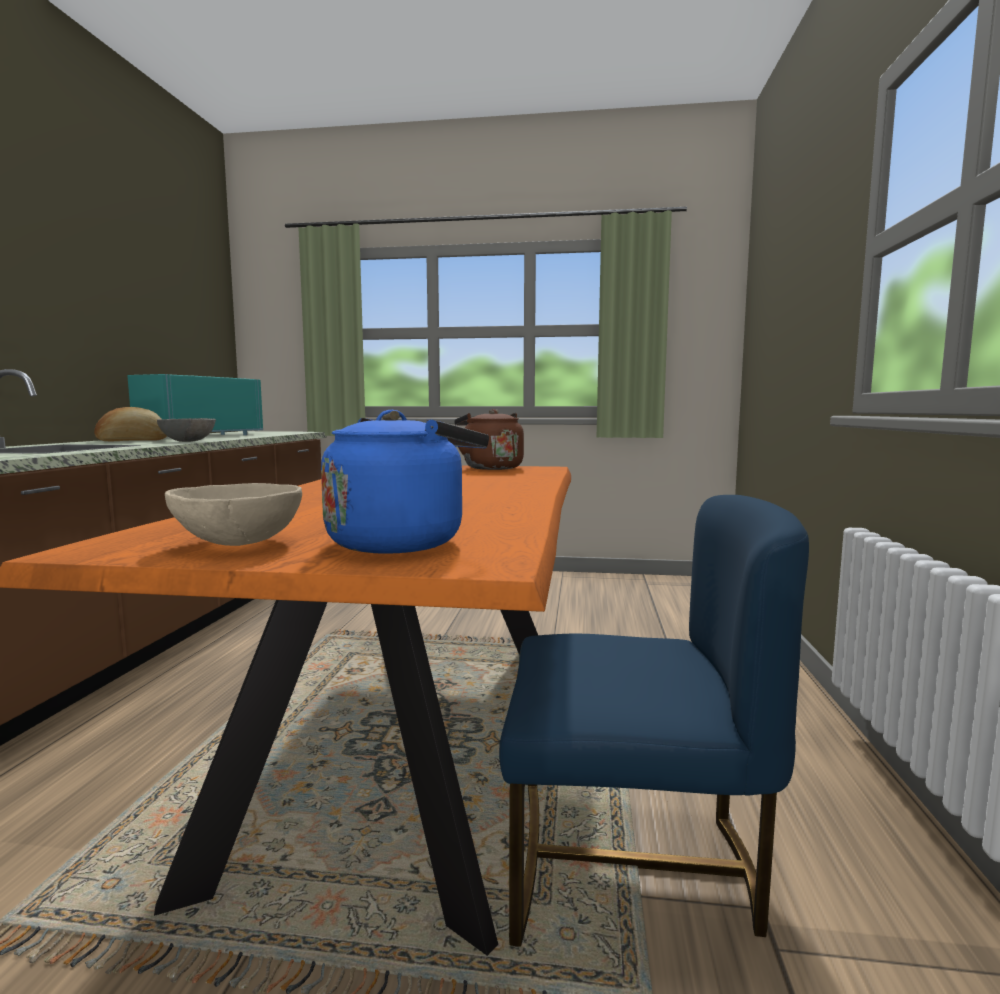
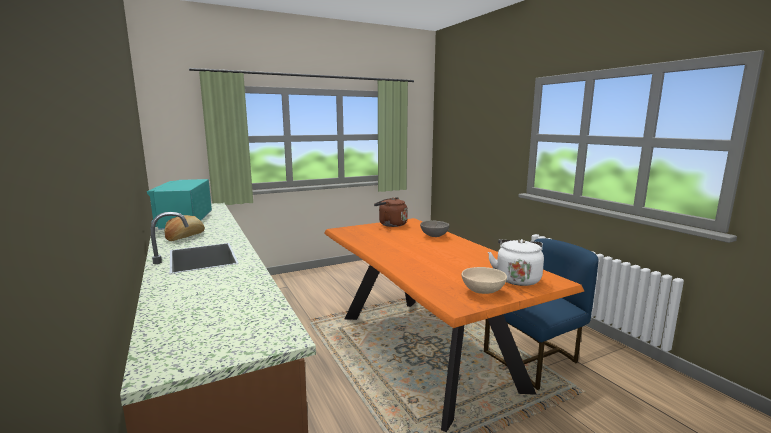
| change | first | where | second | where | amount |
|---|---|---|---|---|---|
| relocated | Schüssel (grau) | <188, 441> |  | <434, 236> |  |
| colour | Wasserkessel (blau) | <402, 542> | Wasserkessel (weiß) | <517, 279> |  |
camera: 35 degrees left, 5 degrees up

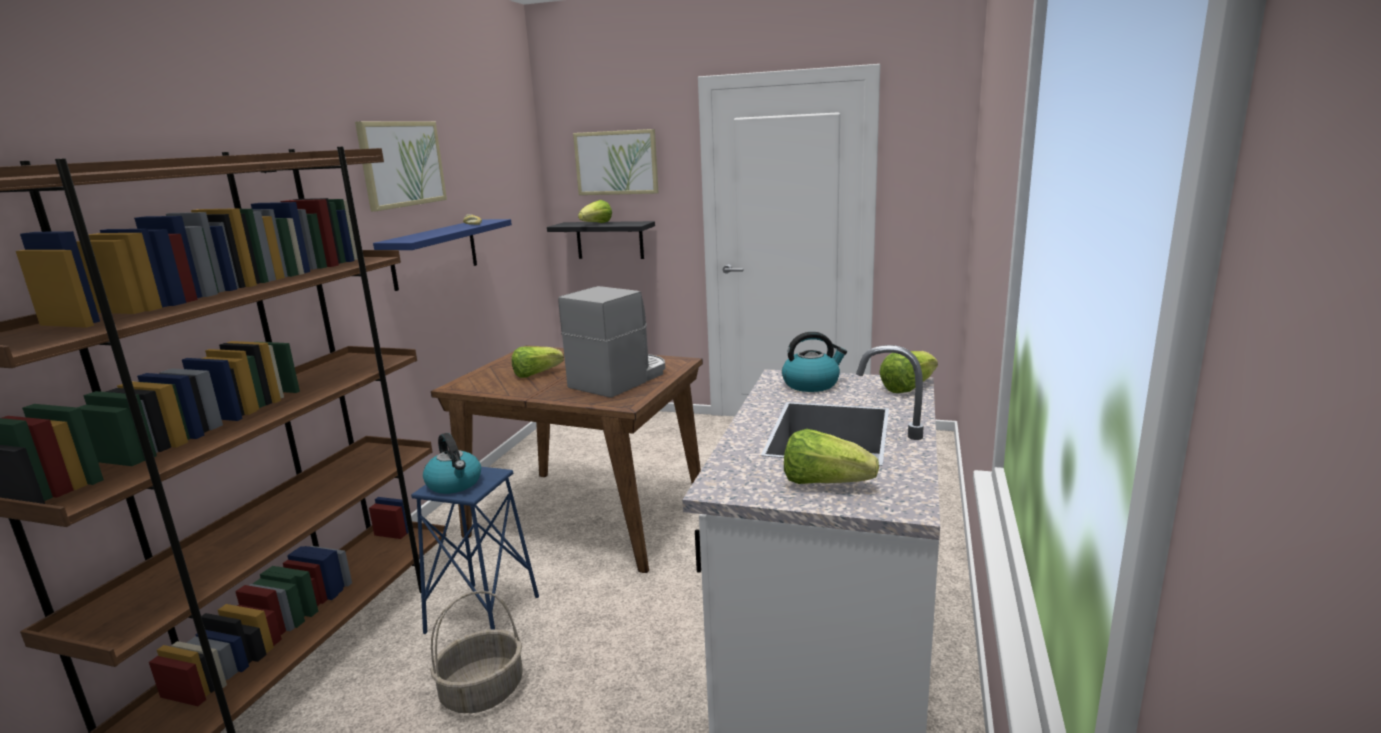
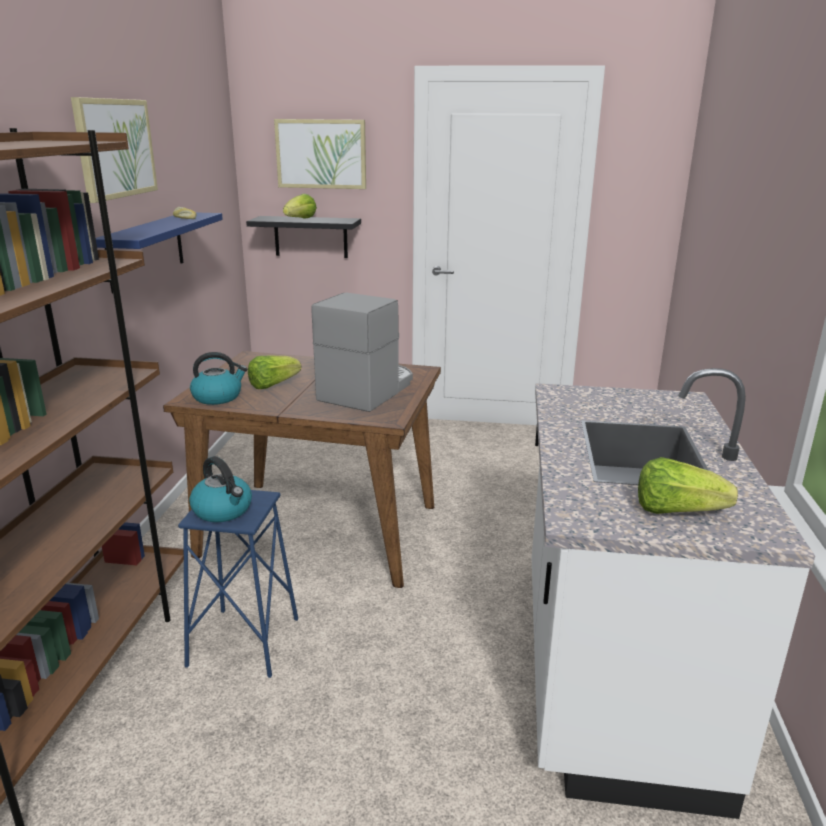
| change | first | where | second | where | amount |
|---|---|---|---|---|---|
| relocated | Wasserkessel | <811, 384> |  | <218, 397> |  |
| missing | Korb | <482, 692> |  |  |  |
| missing | Salatkopf | <907, 388> |  |  |  |
camera: 10 degrees left, 5 degrees up

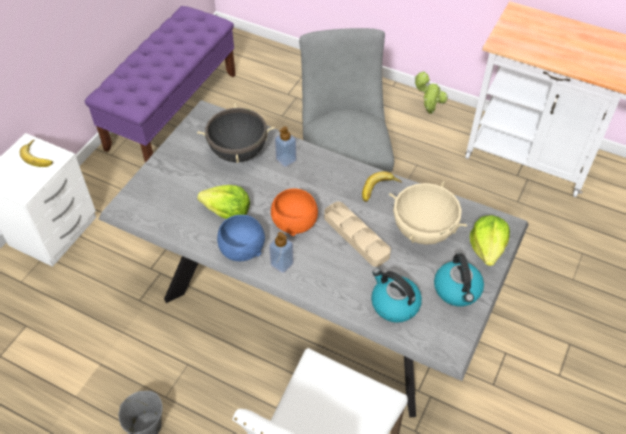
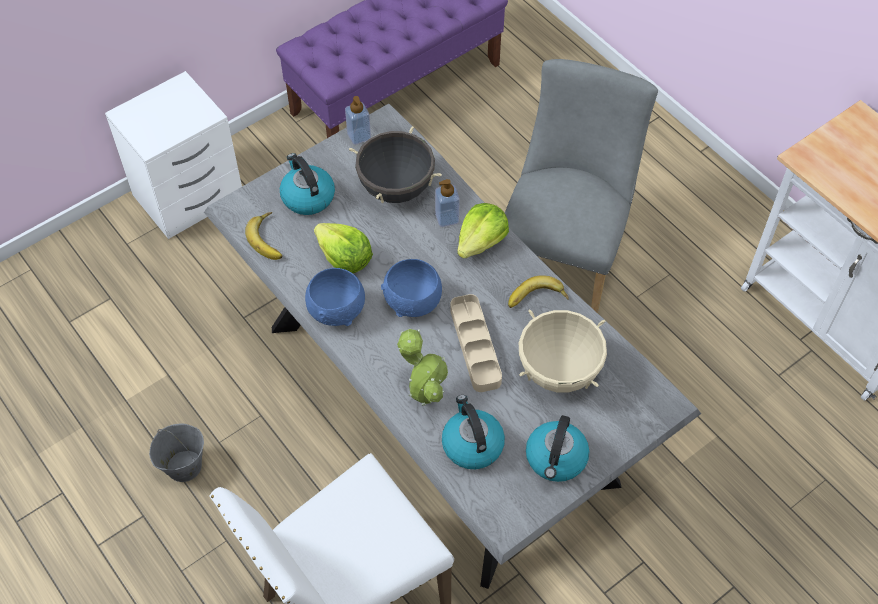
| change | first | where | second | where | amount |
|---|---|---|---|---|---|
| relocated | Banane | <39, 156> |  | <269, 239> |  |
| appeared |  |  | Wasserkessel | <307, 197> |  |
| relocated | Seifenspender | <282, 264> |  | <359, 136> |  |
| colour | Schüssel (orange) | <295, 223> | Schüssel (blau) | <414, 302> |  |
| relocated | Topfpflanze | <428, 111> |  | <424, 396> |  |
| relocated | Salatkopf | <487, 248> |  | <481, 242> |  |
camera: 25 degrees right, 5 degrees up

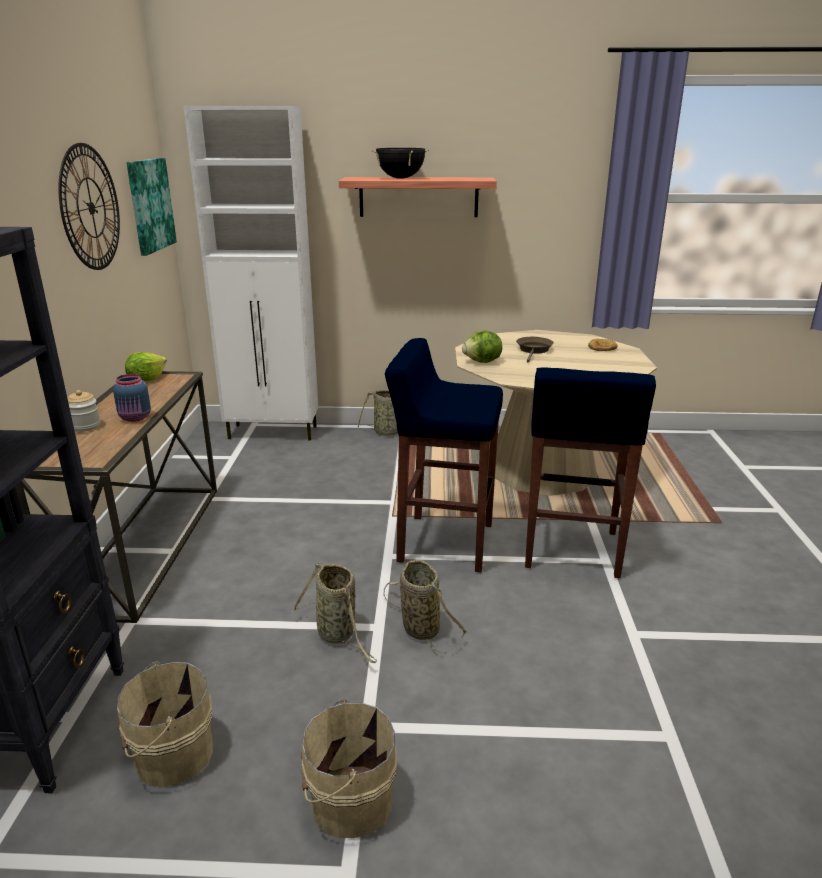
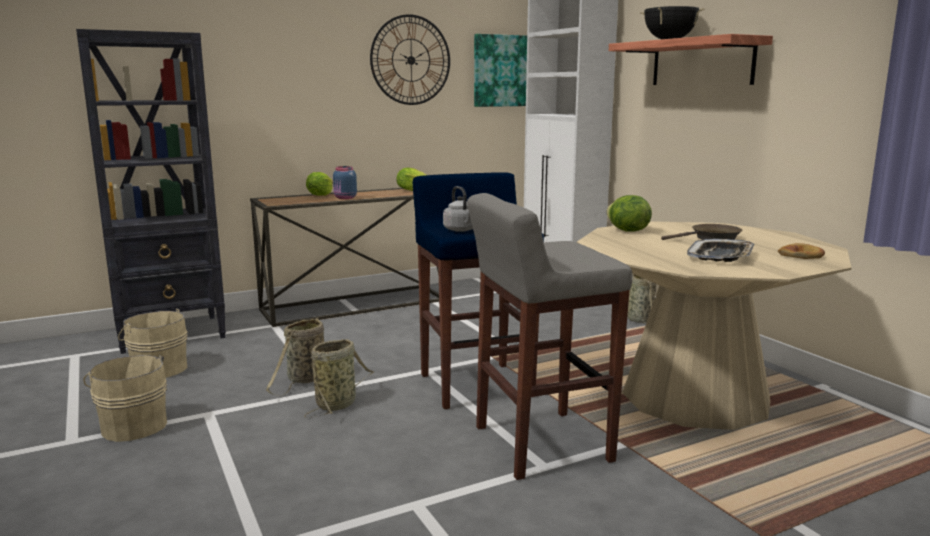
| change | first | where | second | where | amount |
|---|---|---|---|---|---|
| exchanged | Vorratsglas | <85, 426> | Salatkopf | <320, 195> |  |
| appeared |  |  | Wasserkessel (grau) | <461, 230> |  |
| colour | Hocker (blau) | <571, 550> | Hocker (grau) | <540, 444> |  |
| appeared |  |  | Tablett | <721, 256> |  |
camera: 60 degrees right, 10 degrees down

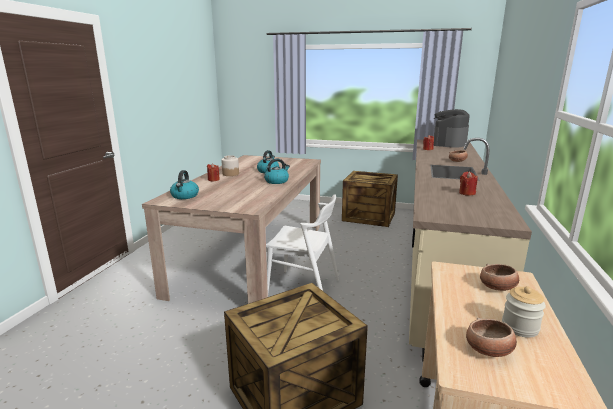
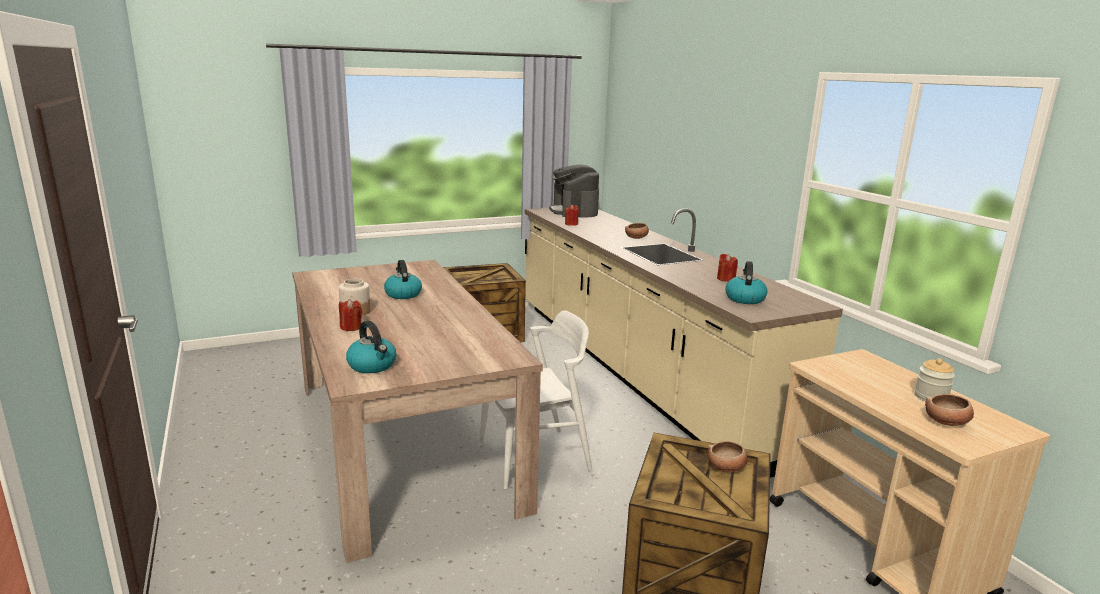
| change | first | where | second | where | amount |
|---|---|---|---|---|---|
| relocated | Schüssel | <497, 288> |  | <726, 468> |  |
| relocated | Wasserkessel | <277, 181> |  | <744, 298> |  |
camera: 40 degrees left, 0 degrees up

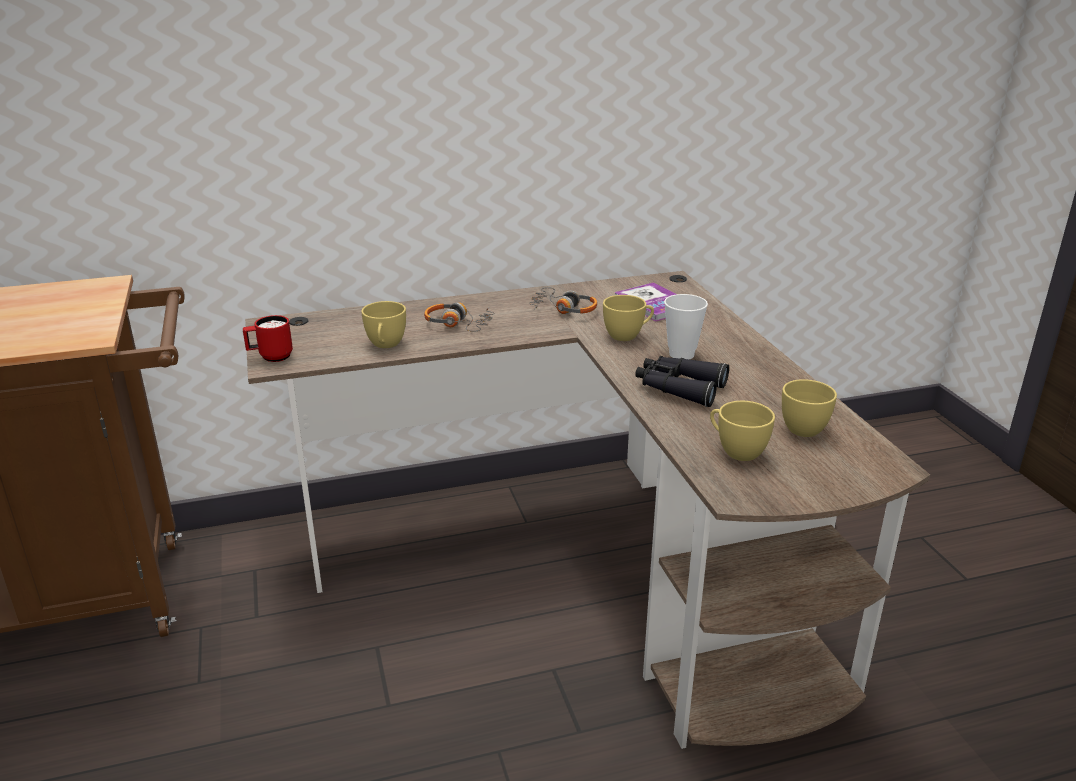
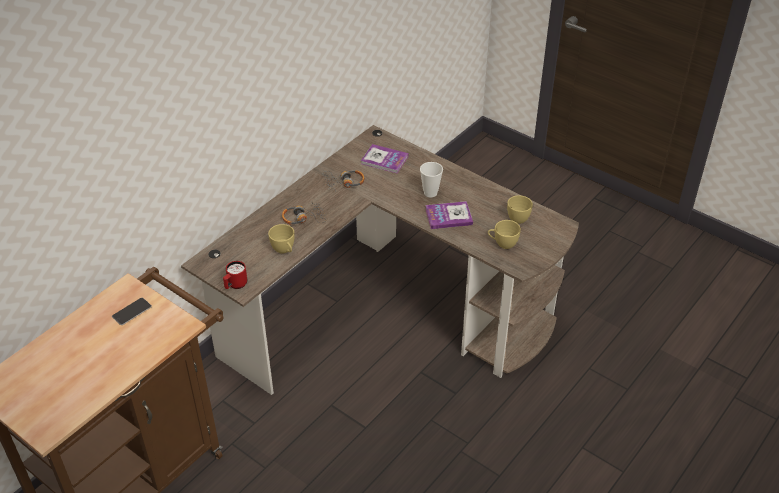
| change | first | where | second | where | amount |
|---|---|---|---|---|---|
| appeared |  |  | Handy | <131, 311> |  |
| exchanged | Fernglas (schwarz) | <678, 388> | Buch | <448, 216> |  |
| missing | Tasse (gelb) | <628, 335> |  |  |  |
camera: 35 degrees left, 15 degrees up

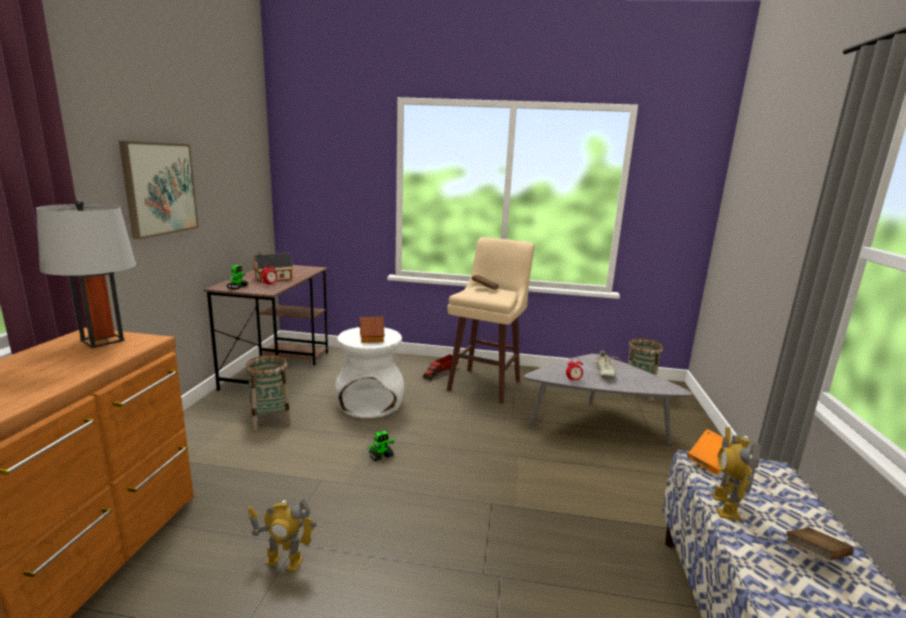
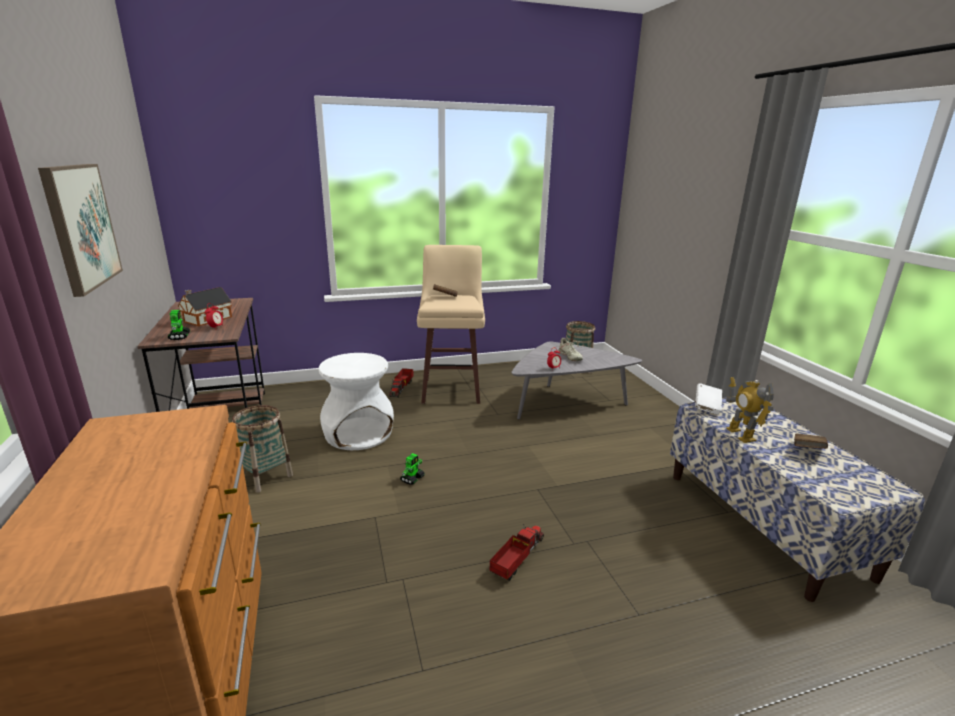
| change | first | where | second | where | amount |
|---|---|---|---|---|---|
| appeared |  |  | Spielzeuglaster | <517, 558> |  |
| colour | Buch (orange) | <709, 461> | Buch (weiß) | <707, 406> |  |
| missing | Tischlampe (grau) | <102, 340> |  |  |  |
| missing | Spielzeugroboter | <284, 562> |  |  |  |
| missing | Spielzeughaus | <371, 338> |  |  |  |
camera: 25 degrees left, 5 degrees up

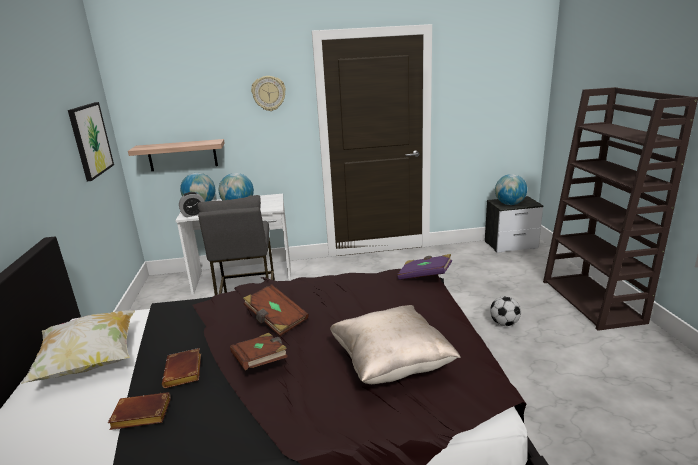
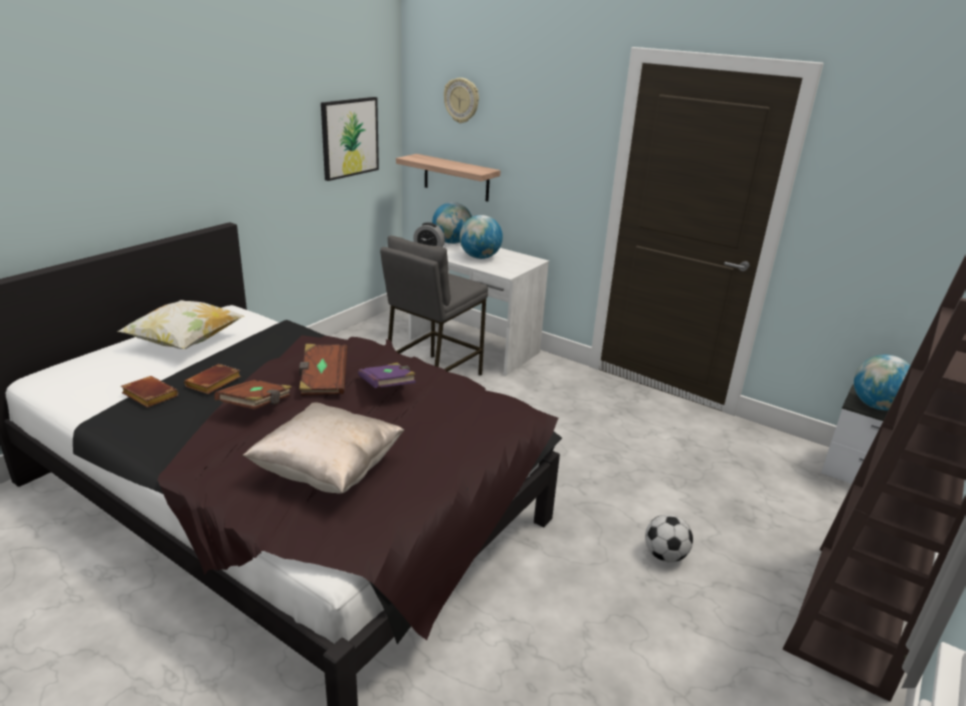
| change | first | where | second | where | amount |
|---|---|---|---|---|---|
| relocated | Buch (lila) | <424, 276> |  | <388, 387> |  |
| relocated | Wanduhr | <269, 93> |  | <462, 100> |  |
camera: 40 degrees right, 5 degrees up

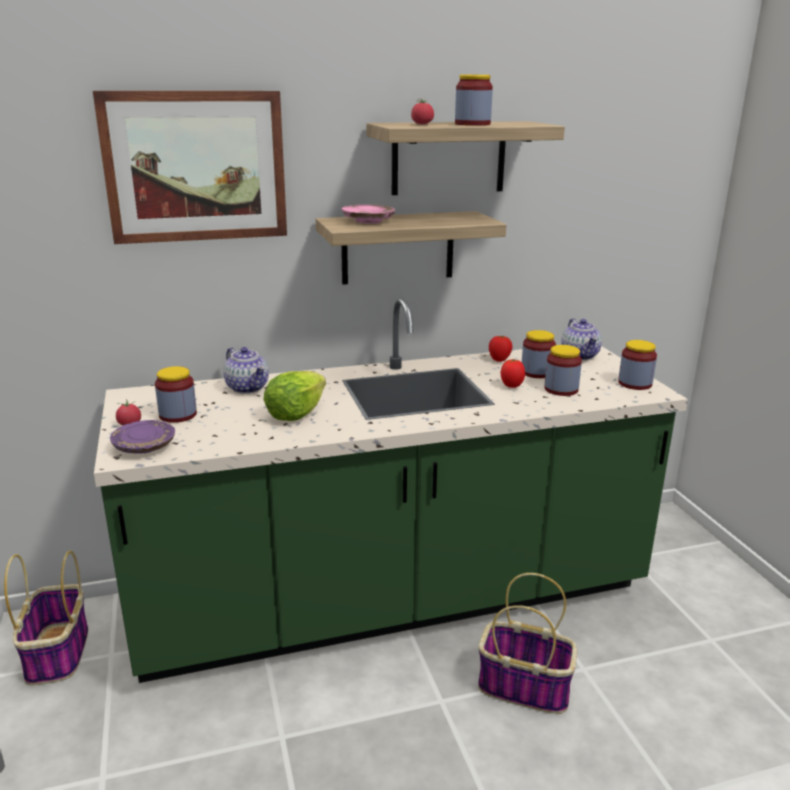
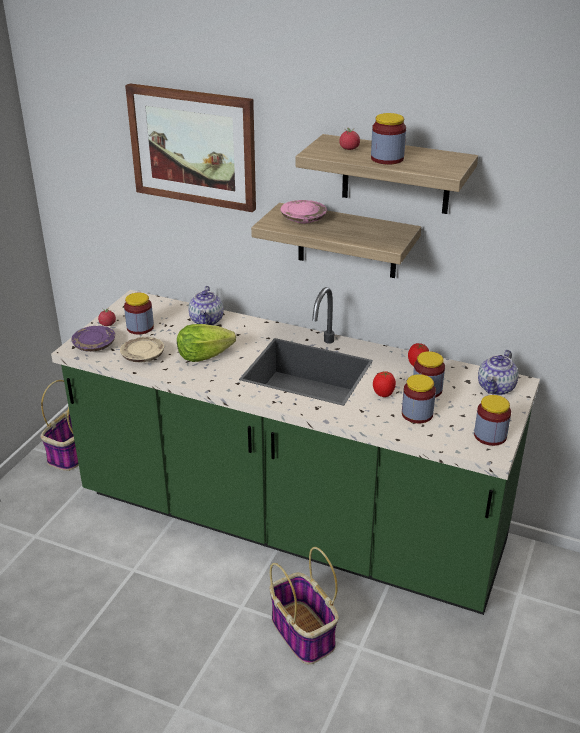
| change | first | where | second | where | amount |
|---|---|---|---|---|---|
| appeared |  |  | Teller (beige) | <142, 356> |  |
camera: 40 degrees right, 10 degrees up

